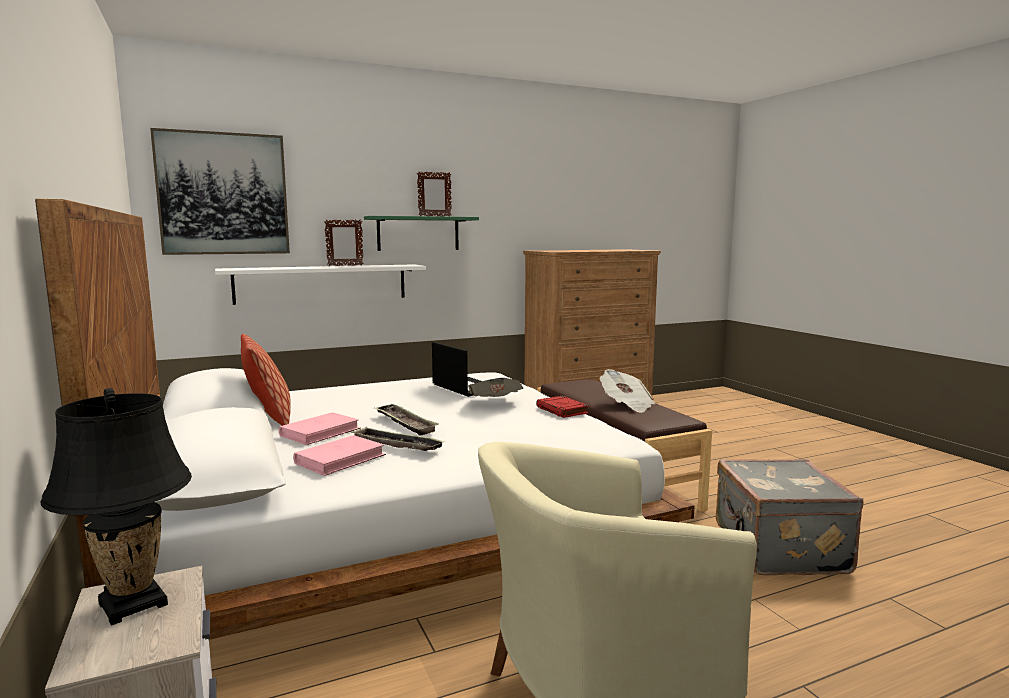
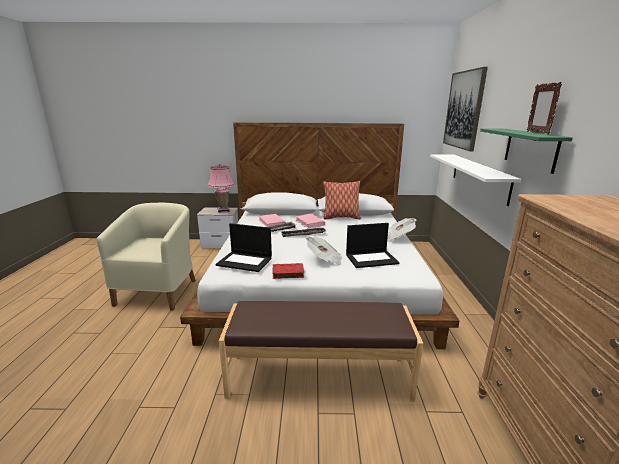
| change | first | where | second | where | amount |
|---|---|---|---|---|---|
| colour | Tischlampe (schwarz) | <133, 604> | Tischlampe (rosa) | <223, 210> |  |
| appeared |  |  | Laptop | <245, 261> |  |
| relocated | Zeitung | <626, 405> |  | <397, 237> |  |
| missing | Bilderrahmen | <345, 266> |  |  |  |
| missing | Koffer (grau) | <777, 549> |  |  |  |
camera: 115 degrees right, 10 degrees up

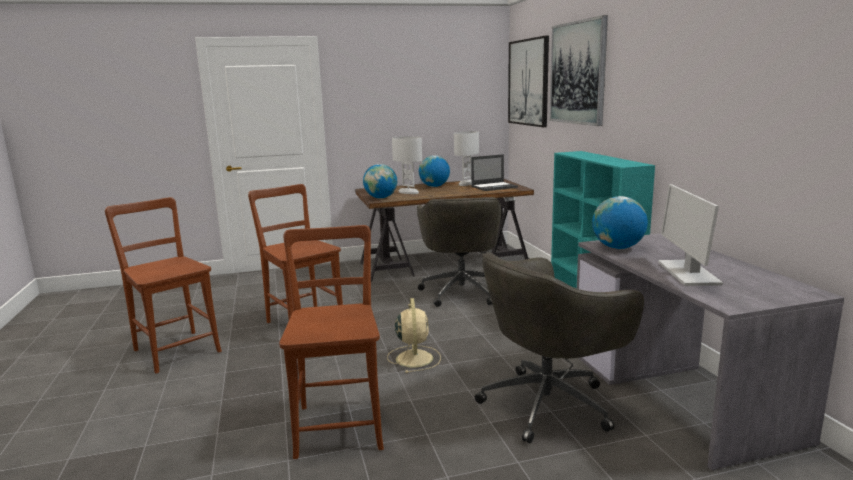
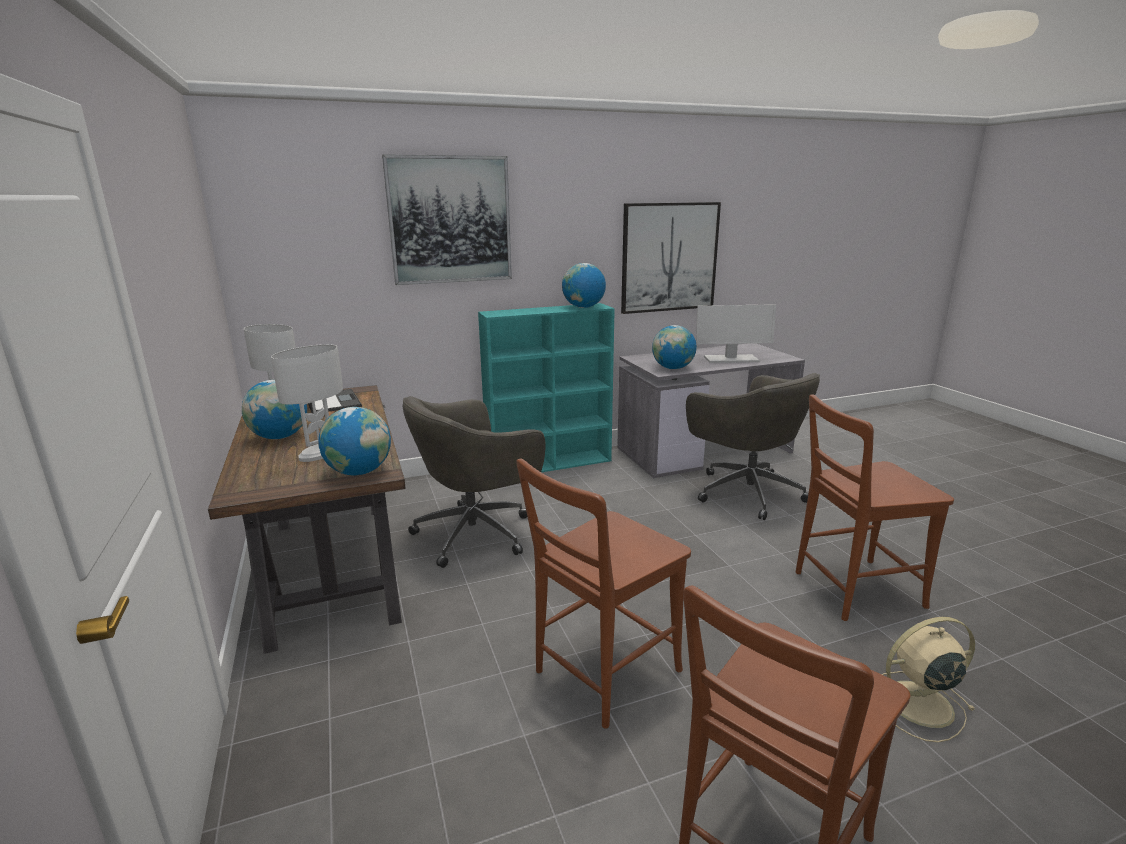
| change | first | where | second | where | amount |
|---|---|---|---|---|---|
| spun | Bürostuhl (grau) | <461, 291> |  | <477, 533> | 150 degrees clockwise |
| appeared |  |  | Globus | <583, 307> |  |
| relocated | Bild | <528, 82> |  | <669, 257> |  |
| relocated | Ventilator (beige) | <414, 358> |  | <916, 704> |  |
camera: 95 degrees left, 5 degrees up

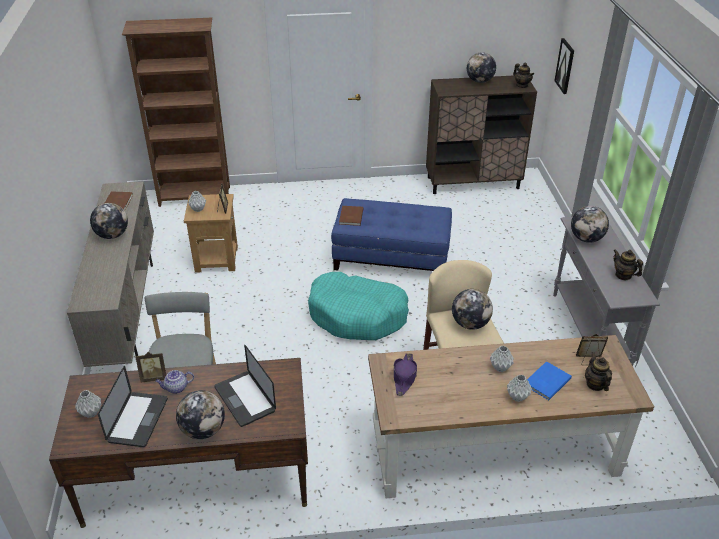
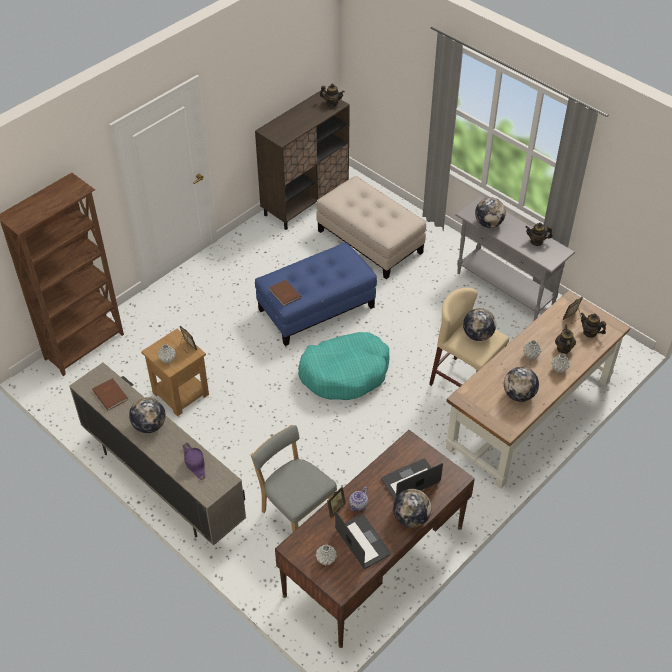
| change | first | where | second | where | amount |
|---|---|---|---|---|---|
| relocated | Hut (lila) | <404, 377> |  | <194, 463> |  |
| appeared |  |  | Polsterhocker (beige) | <370, 241> |  |
| spun | Laptop | <245, 399> |  | <410, 481> | 135 degrees clockwise |
| relocated | Globus | <479, 81> |  | <519, 395> |  |
| exchanged | Buch (blau) | <546, 381> | Teekanne | <563, 348> |  |
| missing | Bild | <565, 66> |  |  |  |
camera: 40 degrees left, 10 degrees up

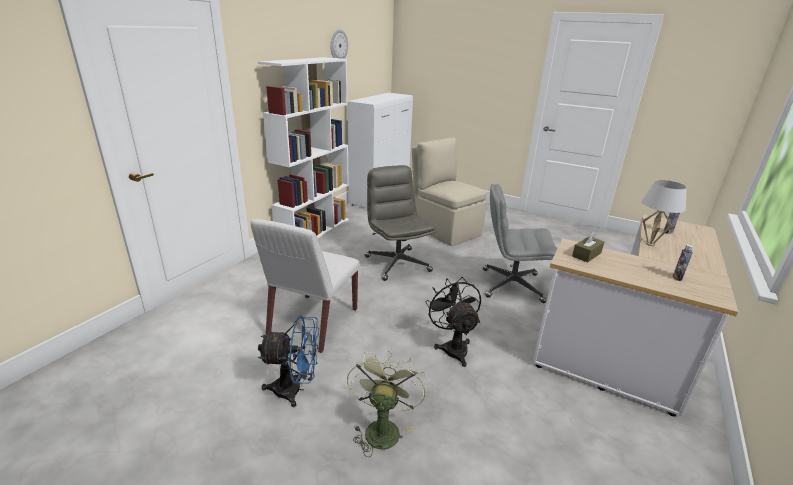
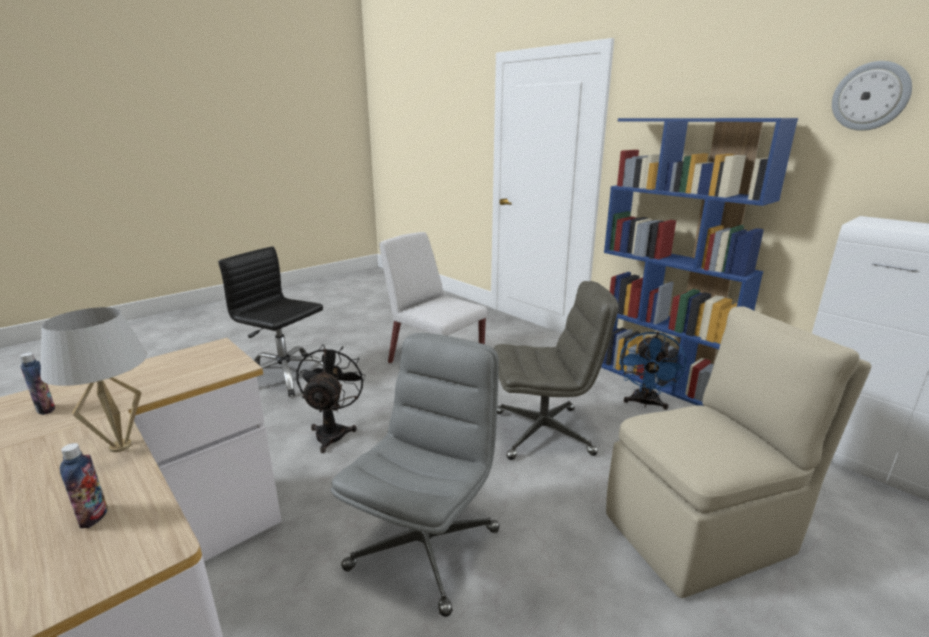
| change | first | where | second | where | amount |
|---|---|---|---|---|---|
| exchanged | Ventilator (grün) | <382, 427> | Bürostuhl (schwarz) | <285, 376> |  |
| spun | Ventilator (schwarz) | <453, 347> |  | <333, 431> | 90 degrees counterclockwise |
| colour | Bücherregal (weiß) | <314, 231> | Bücherregal (blau) | <659, 380> |  |
| relocated | Ventilator (blau) | <295, 390> |  | <645, 403> |  |
| missing | Taschentuchbox (braun) | <586, 254> |  |  |  |
camera: 110 degrees right, 5 degrees down

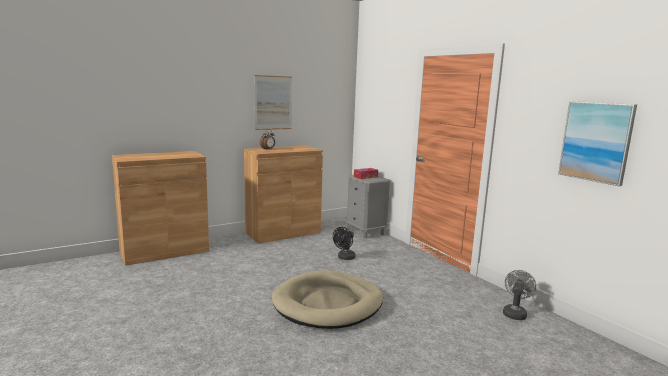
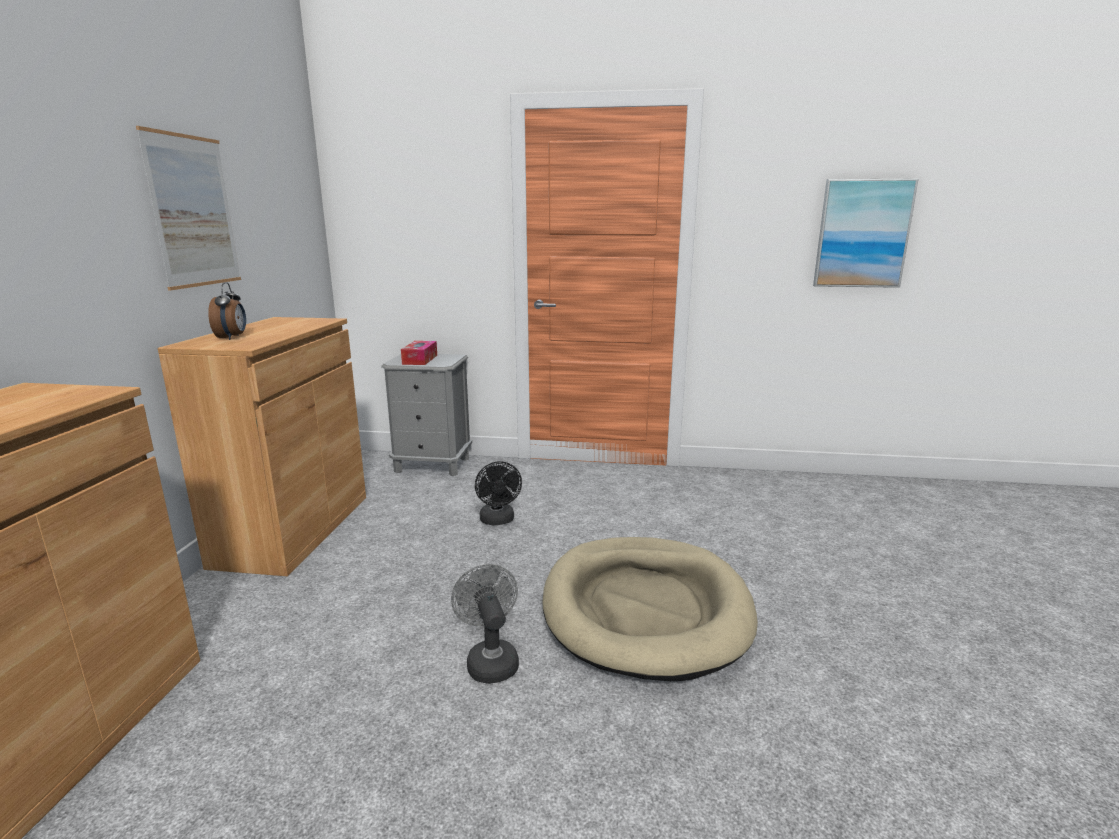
| change | first | where | second | where | amount |
|---|---|---|---|---|---|
| relocated | Ventilator (grau) | <515, 313> |  | <490, 660> |  |
camera: 50 degrees left, 5 degrees up

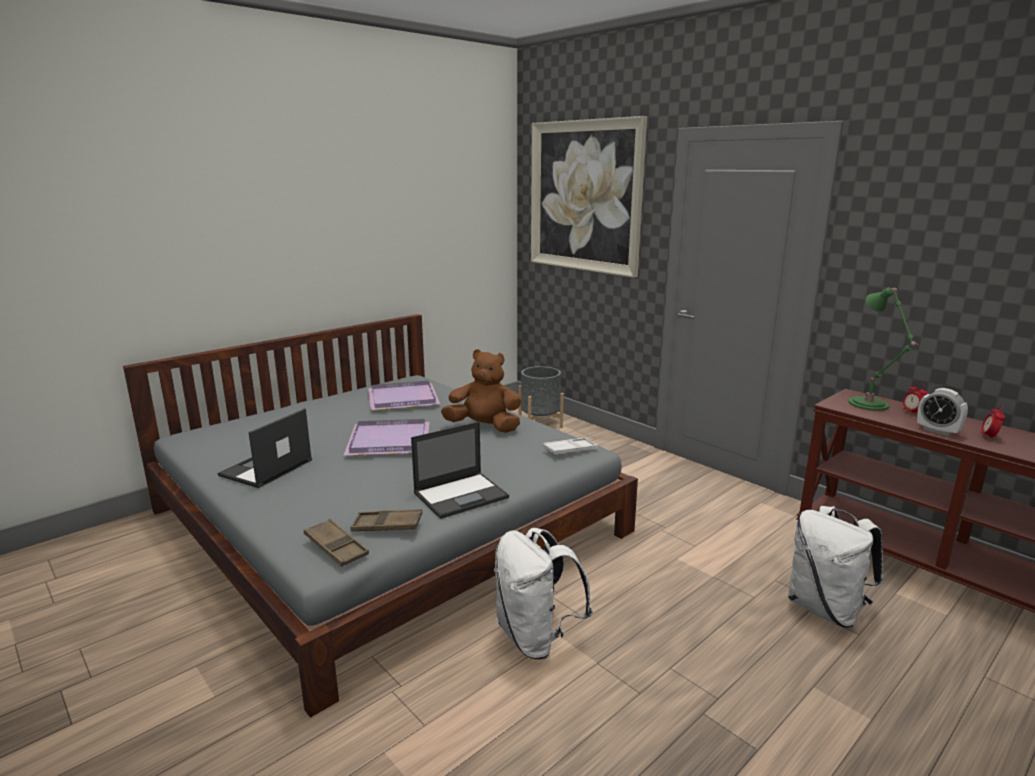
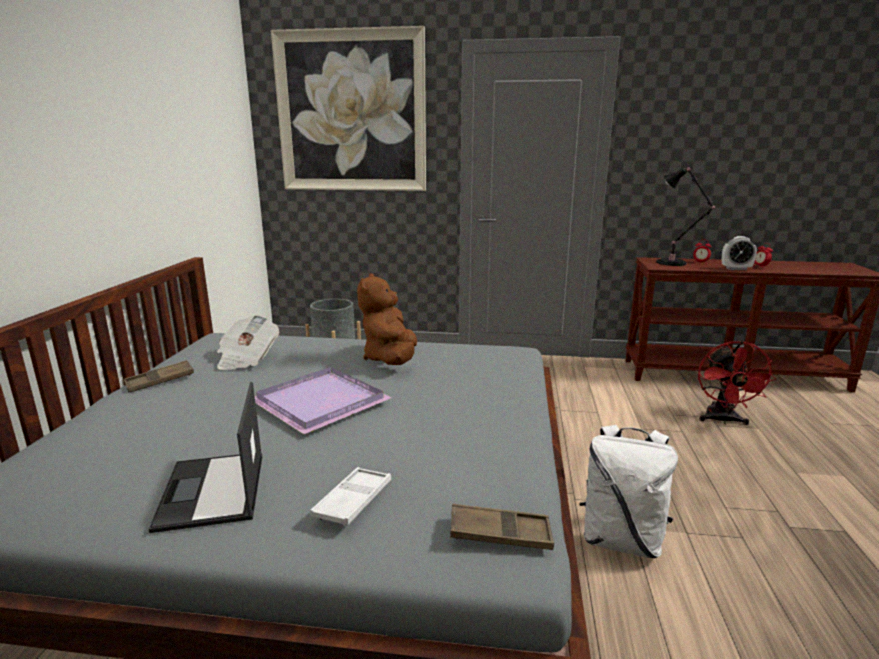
| change | first | where | second | where | amount |
|---|---|---|---|---|---|
| relocated | Tablett (braun) | <387, 525> |  | <160, 381> |  |
| exchanged | Tablett (lila) | <402, 399> | Zeitung | <247, 359> |  |
| relocated | Tablett (weiß) | <570, 450> |  | <353, 501> |  |
| spun | Plüschtier (braun) | <484, 427> |  | <391, 359> | 60 degrees counterclockwise |
| colour | Tischlampe (grün) | <870, 405> | Tischlampe (schwarz) | <673, 263> |  |
| exchanged | Rucksack (weiß) | <826, 609> | Ventilator (rot) | <722, 420> |  |
| missing | Laptop | <461, 495> |  |  |  |
camera: 40 degrees left, 0 degrees up

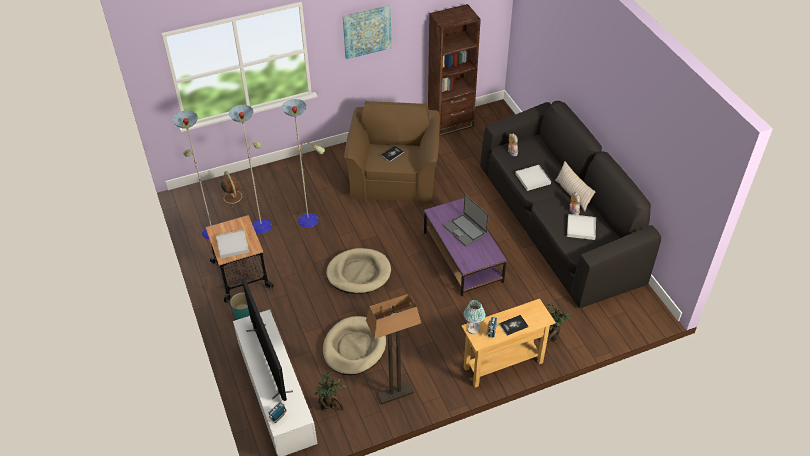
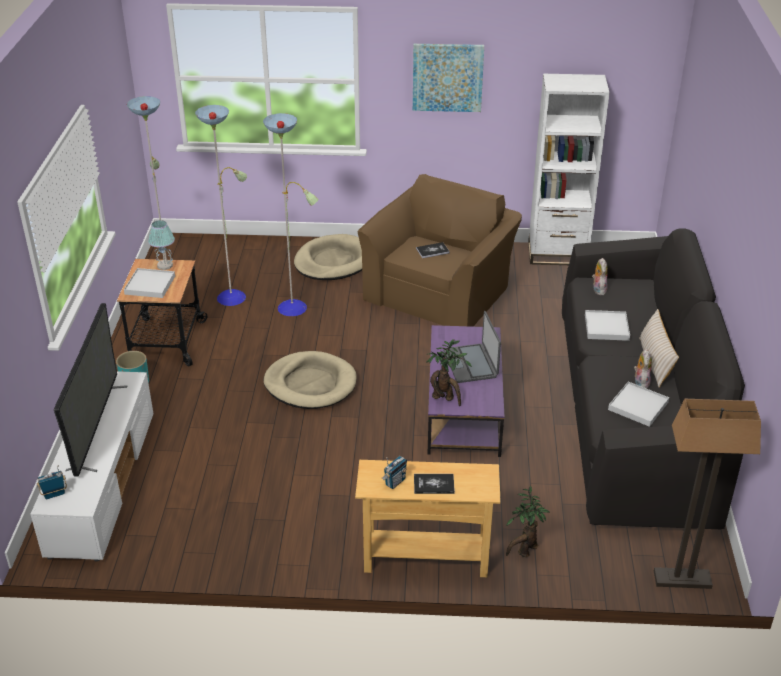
| change | first | where | second | where | amount |
|---|---|---|---|---|---|
| relocated | Tischlampe | <473, 329> |  | <165, 265> |  |
| relocated | Hundebett (beige) | <354, 347> |  | <333, 261> |  |
| relocated | Topfpflanze | <330, 407> |  | <445, 398> |  |
| colour | Bücherregal (braun) | <450, 123> | Bücherregal (weiß) | <557, 254> |  |
| relocated | Stehlampe | <395, 394> |  | <682, 580> |  |
| missing | Ventilator (braun) | <232, 196> |  |  |  |
camera: 25 degrees right, 10 degrees down

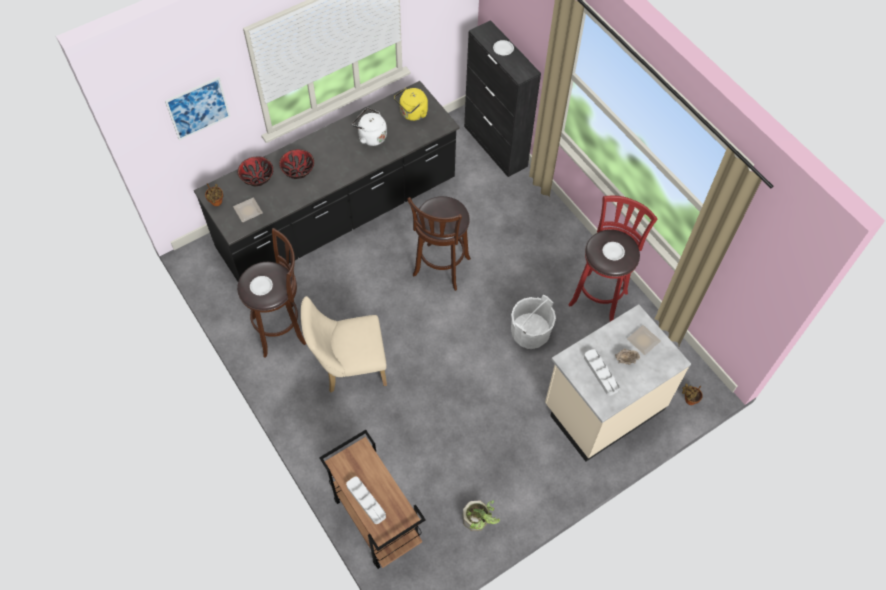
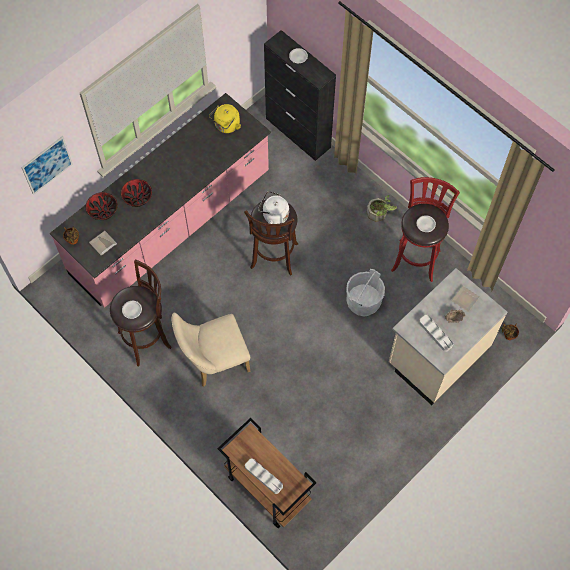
| change | first | where | second | where | amount |
|---|---|---|---|---|---|
| colour | Küchenzeile (schwarz) | <338, 215> | Küchenzeile (rosa) | <171, 224> |  |
| relocated | Wasserkessel (weiß) | <370, 136> |  | <274, 215> |  |
| relocated | Topfpflanze | <478, 520> |  | <379, 214> |  |
camera: 10 degrees left, 5 degrees up

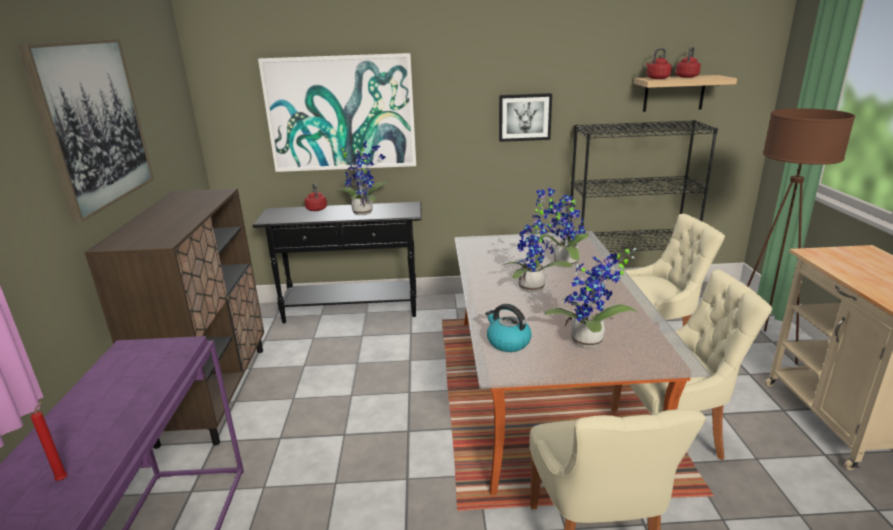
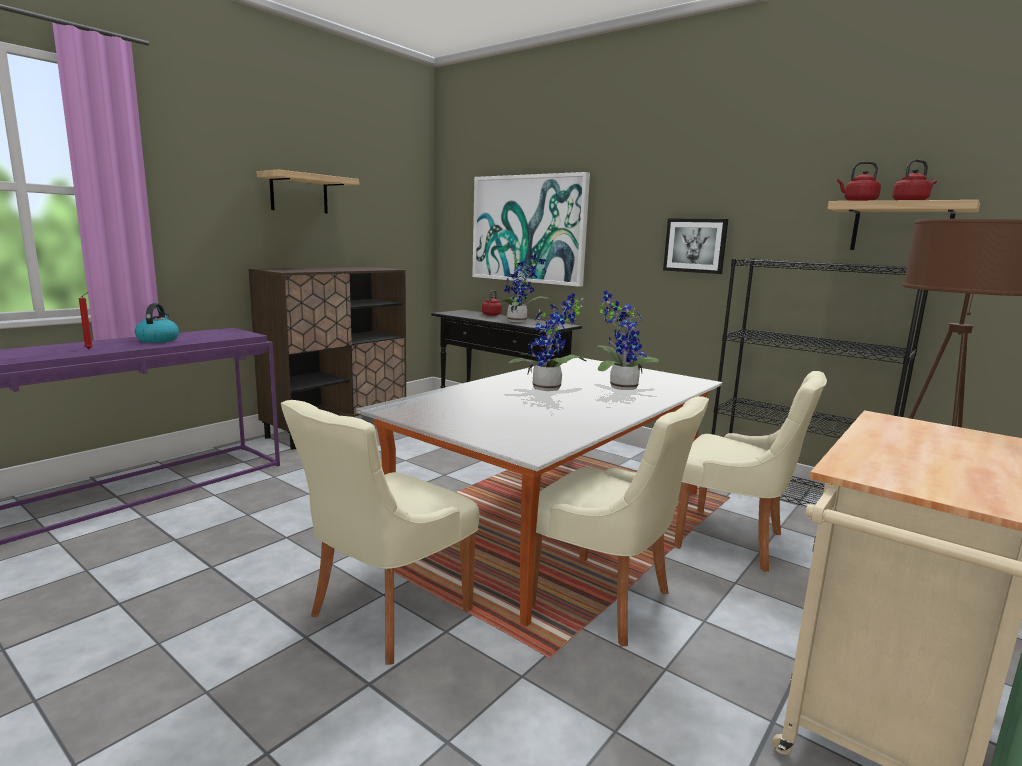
| change | first | where | second | where | amount |
|---|---|---|---|---|---|
| relocated | Wasserkessel | <507, 342> |  | <158, 340> |  |
| exchanged | Bild | <93, 124> | Wandregal | <299, 193> |  |
| missing | Topfpflanze | <589, 343> |  |  |  |
camera: 40 degrees right, 10 degrees down

